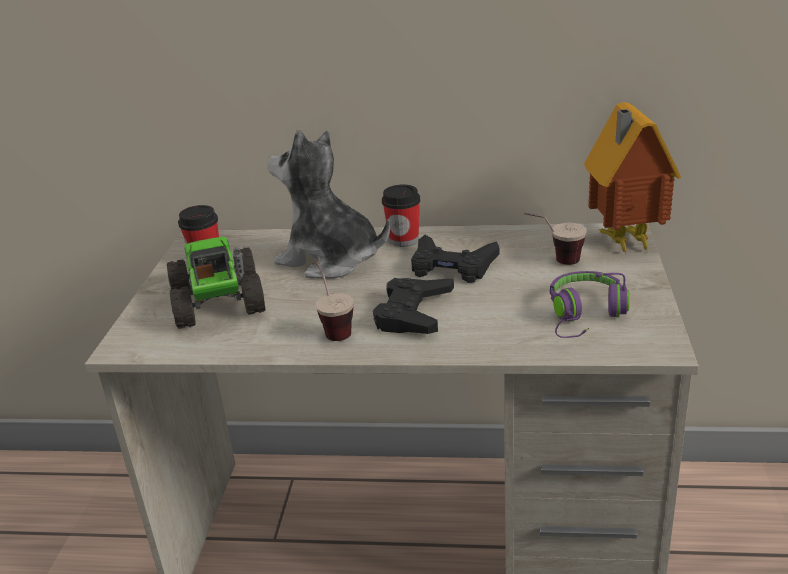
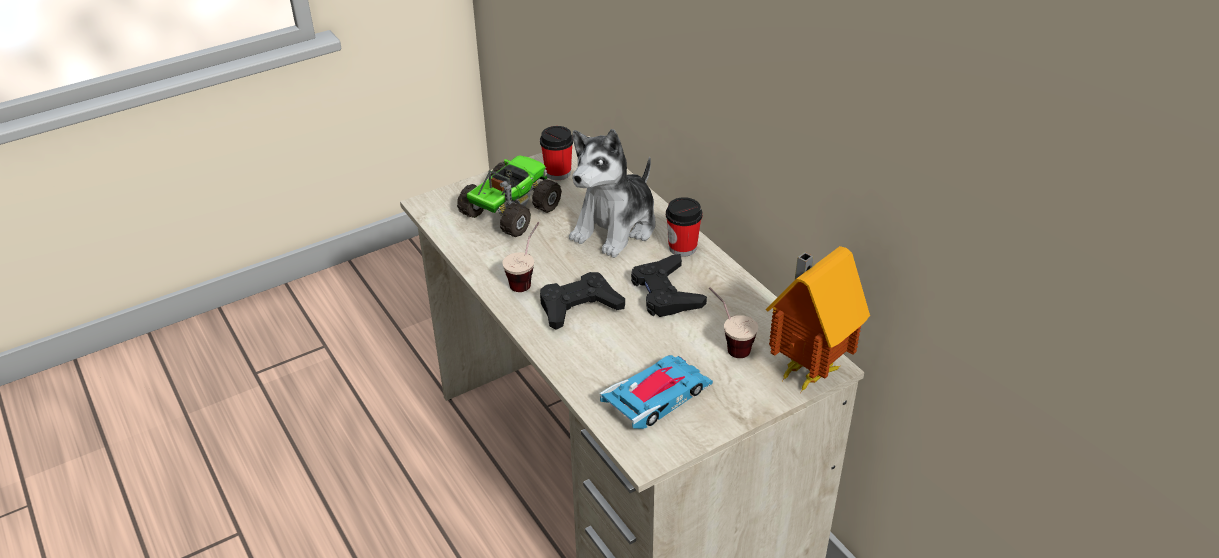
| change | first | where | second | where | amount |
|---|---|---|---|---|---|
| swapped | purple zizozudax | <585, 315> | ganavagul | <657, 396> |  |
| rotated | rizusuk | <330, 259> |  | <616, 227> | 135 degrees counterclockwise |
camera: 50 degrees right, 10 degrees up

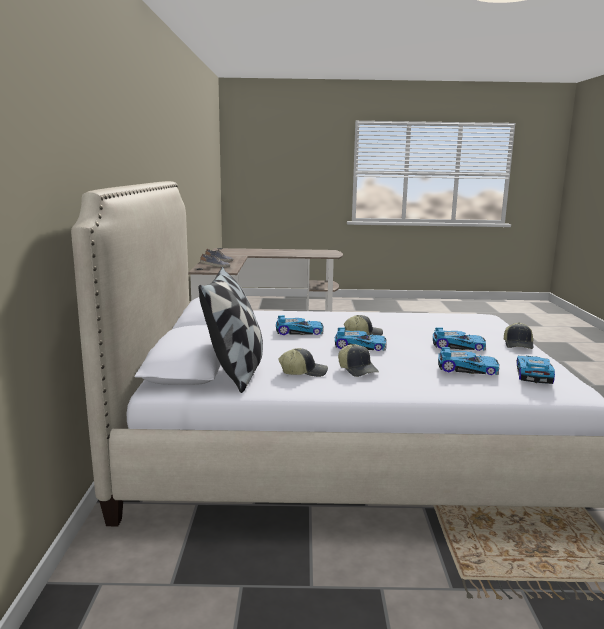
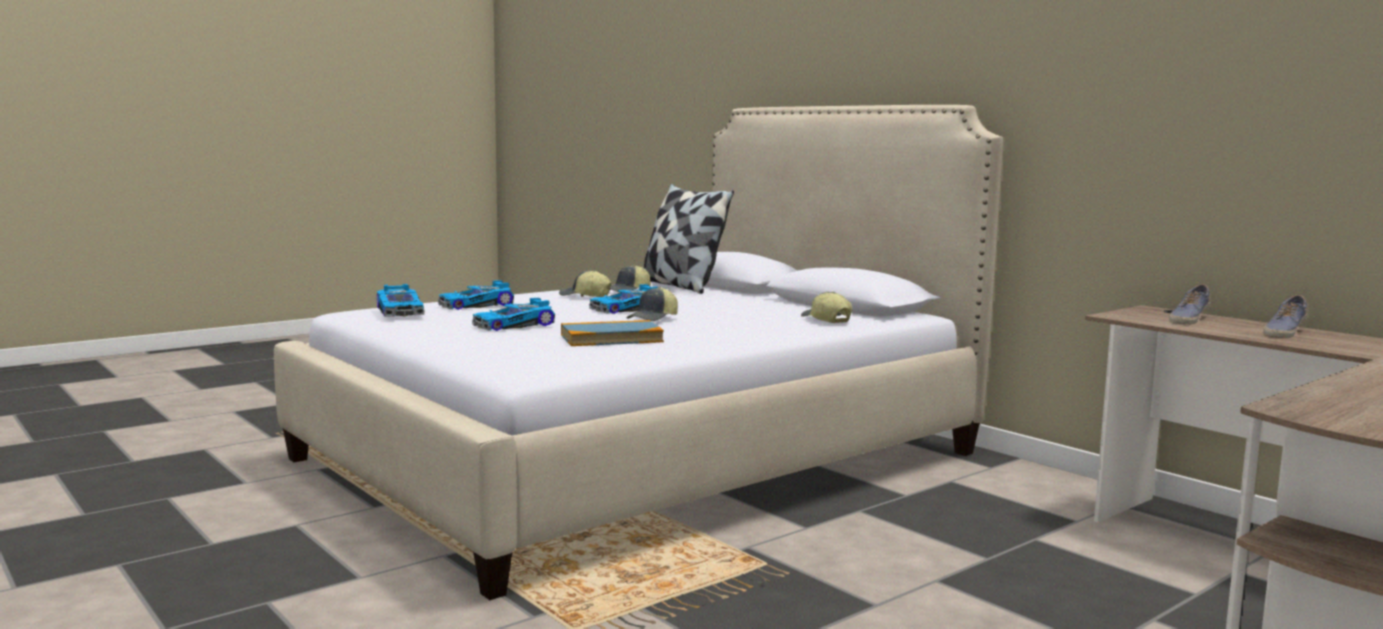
| change | first | where | second | where | amount |
|---|---|---|---|---|---|
| gone | ganavagul | <299, 331> |  |  |  |
| new |  |  | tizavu | <611, 338> |  |
| shifted | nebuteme | <518, 345> |  | <825, 320> |  |
camera: 140 degrees right, 5 degrees down

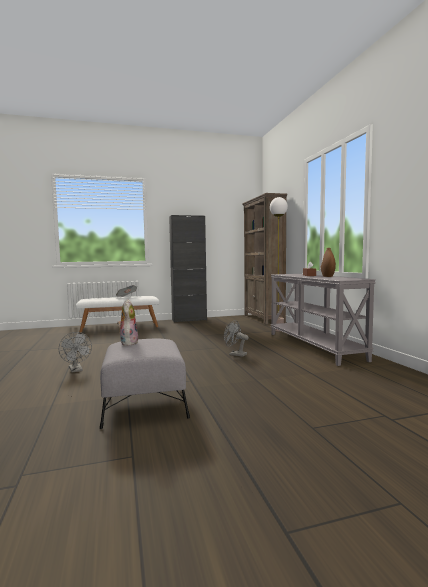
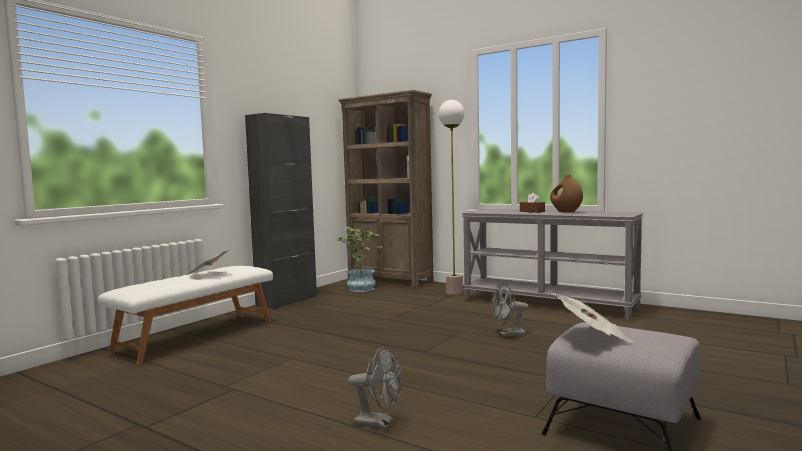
| change | first | where | second | where | amount |
|---|---|---|---|---|---|
| new |  |  | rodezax | <359, 288> |  |
| swapped | rizusuk | <128, 343> | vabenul | <593, 337> |  |
camera: 40 degrees left, 0 degrees up

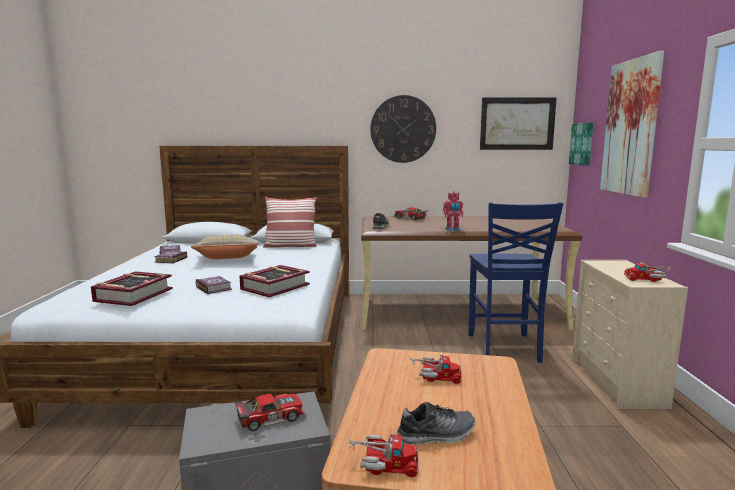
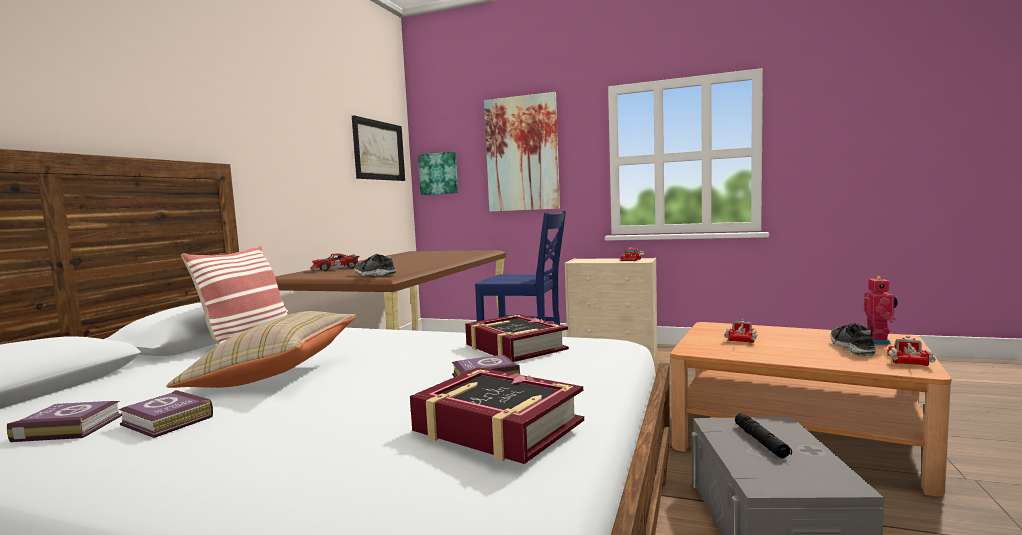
| change | first | where | second | where | amount |
|---|---|---|---|---|---|
| gone | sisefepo | <403, 129> |  |  |  |
| shifted | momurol | <452, 230> |  | <878, 341> |  |
| swapped | ganavagul | <270, 417> | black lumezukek | <761, 441> |  |
camera: 70 degrees left, 5 degrees down

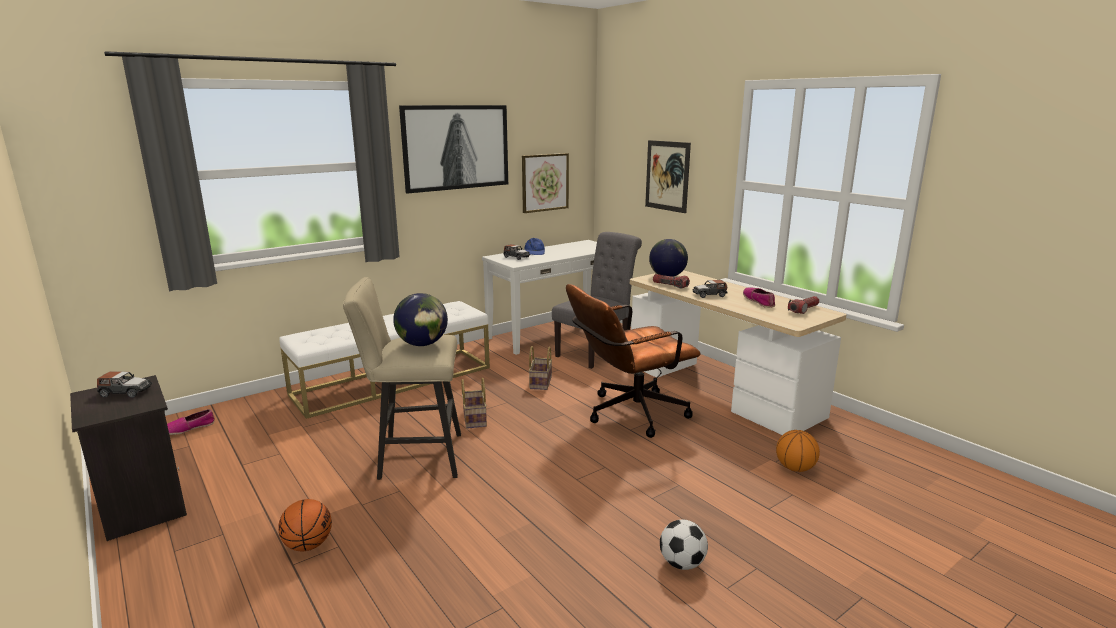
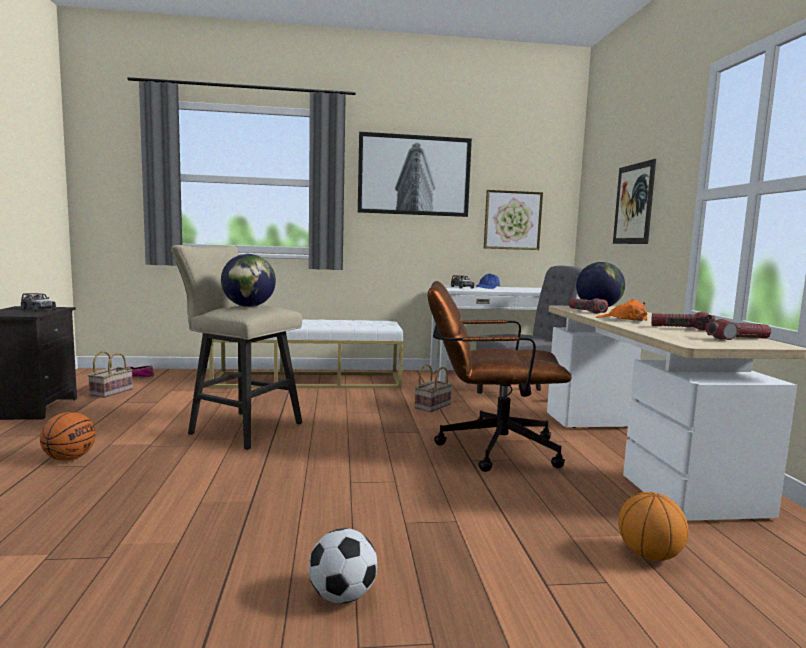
| change | first | where | second | where | amount |
|---|---|---|---|---|---|
| shifted | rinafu | <473, 418> |  | <111, 392> |  |
| swapped | ganavagul | <709, 295> | orange nebuteme | <621, 319> |  |
| swapped | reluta | <759, 301> | lumezukek | <681, 328> |  |
camera: 30 degrees right, 10 degrees down

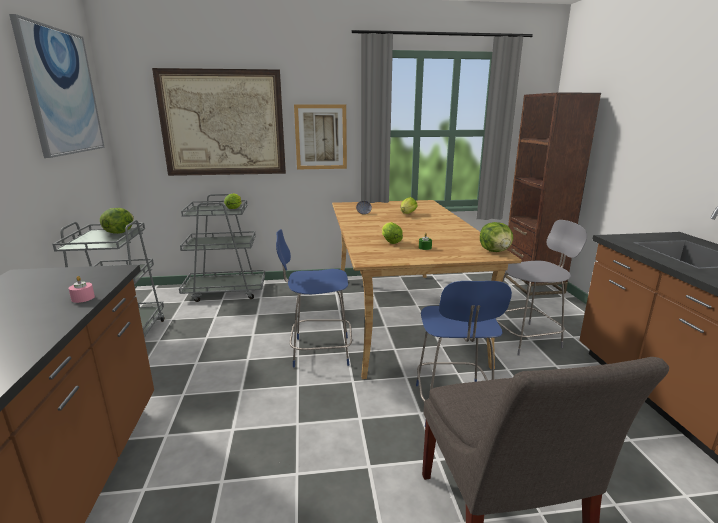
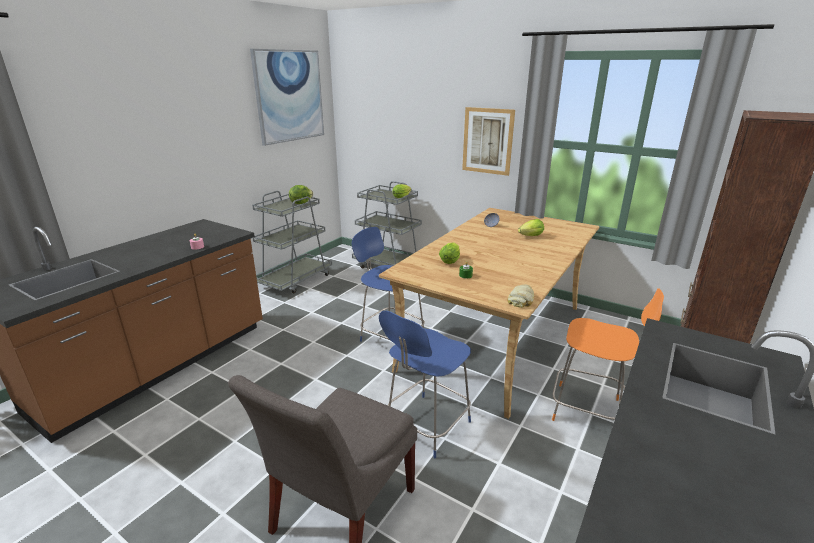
| change | first | where | second | where | amount |
|---|---|---|---|---|---|
| gone | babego | <223, 123> |  |  |  |
| swapped | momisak | <495, 251> | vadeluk | <521, 299> |  |
| repainted | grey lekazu | <526, 338> | orange lekazu | <589, 410> |  |
camera: 40 degrees right, 5 degrees up

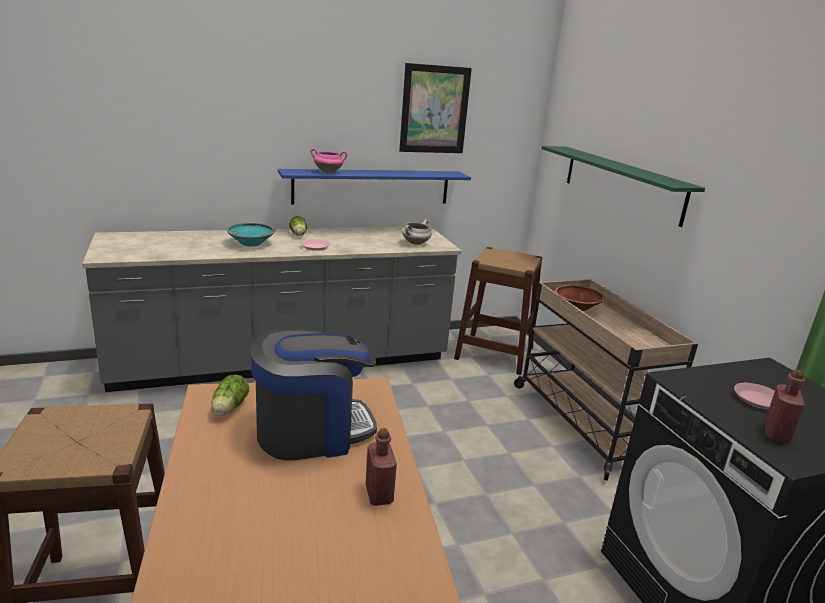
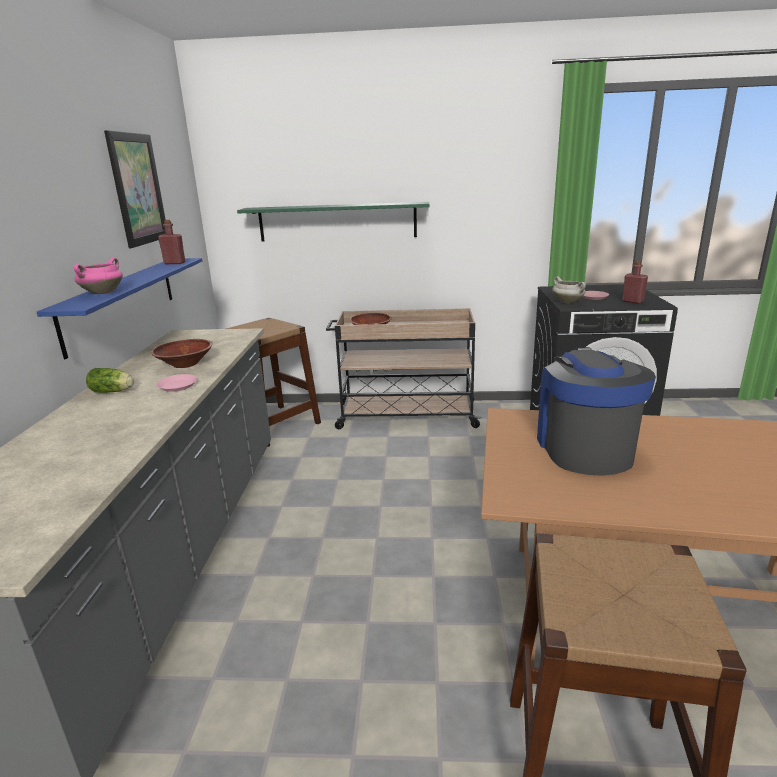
| change | first | where | second | where | amount |
|---|---|---|---|---|---|
| gone | momisak | <228, 409> |  |  |  |
| gone | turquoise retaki | <251, 243> |  |  |  |
| new |  |  | brown retaki | <185, 364> |  |
| shifted | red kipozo | <379, 494> |  | <174, 263> |  |
| shifted | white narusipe | <415, 243> |  | <568, 302> |  |
camera: 65 degrees left, 0 degrees up

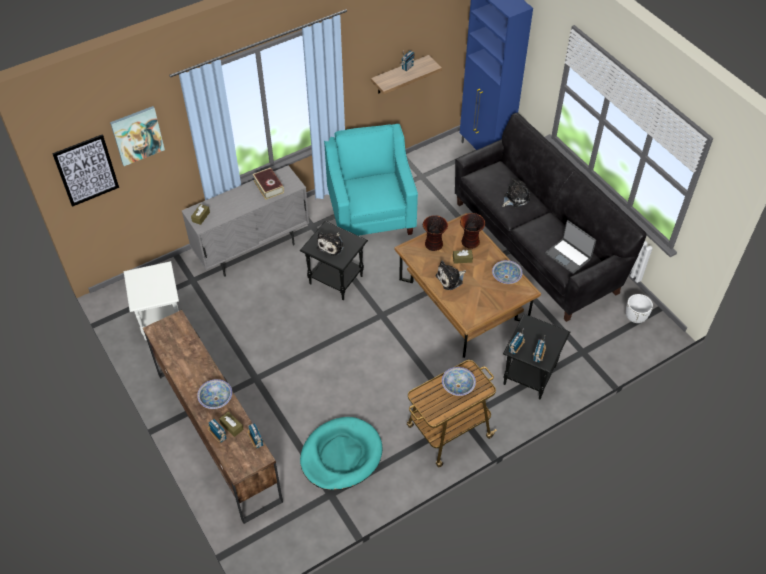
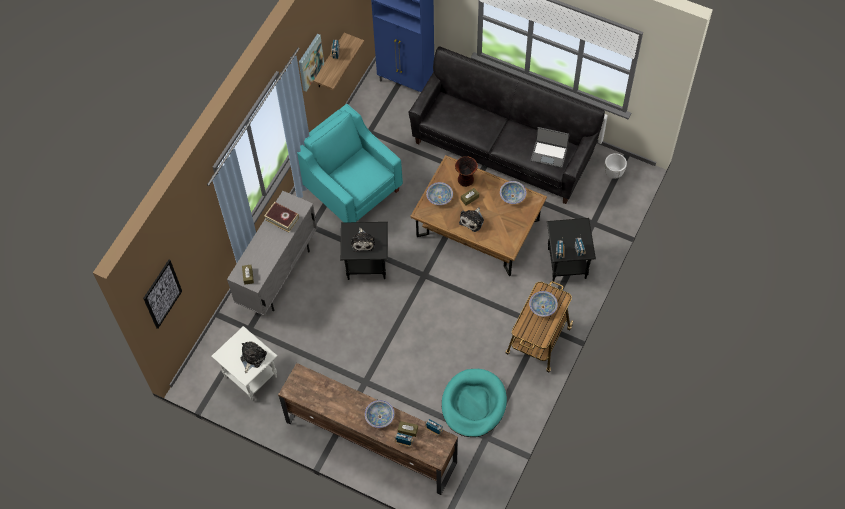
| change | first | where | second | where | amount |
|---|---|---|---|---|---|
| shifted | babego | <137, 135> |  | <310, 62> |  |
| shifted | rizusuk | <515, 198> |  | <252, 357> |  |
| swapped | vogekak | <434, 244> | retaki | <439, 197> |  |
camera: 30 degrees left, 10 degrees up

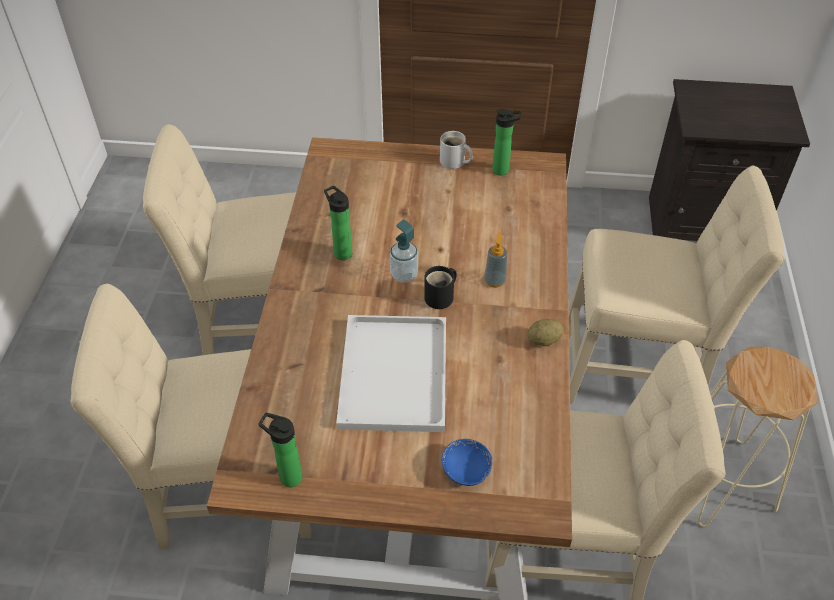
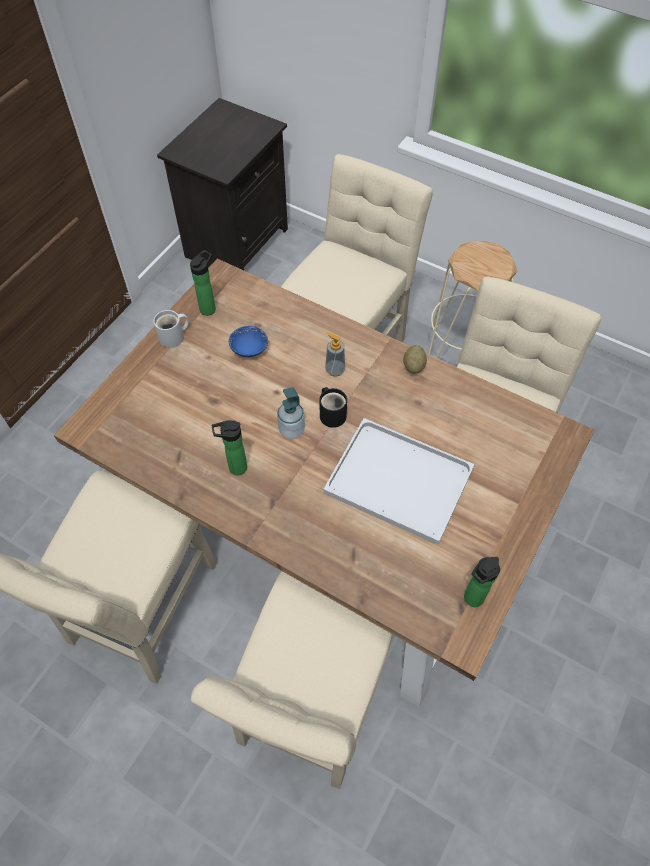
| change | first | where | second | where | amount |
|---|---|---|---|---|---|
| shifted | blue retaki | <466, 470> |  | <249, 349> |  |
camera: 65 degrees left, 10 degrees up

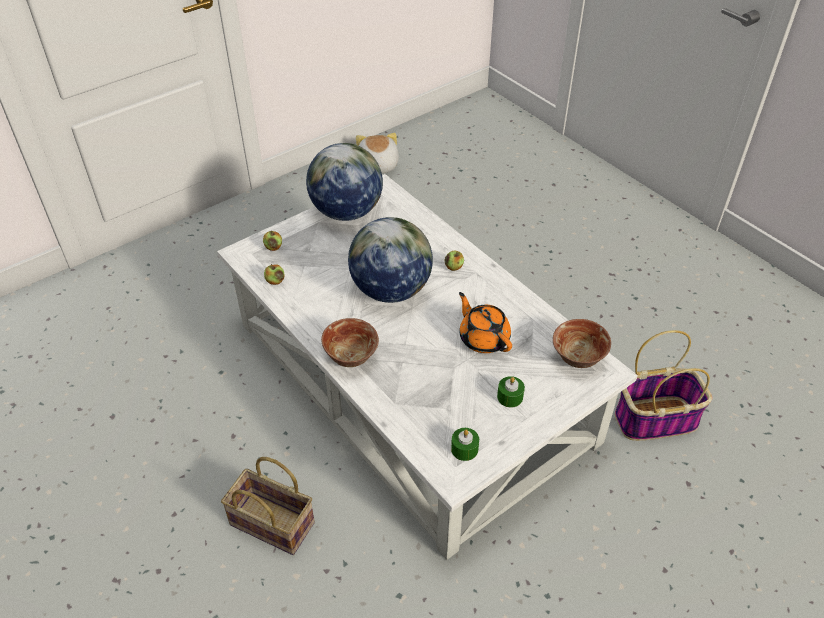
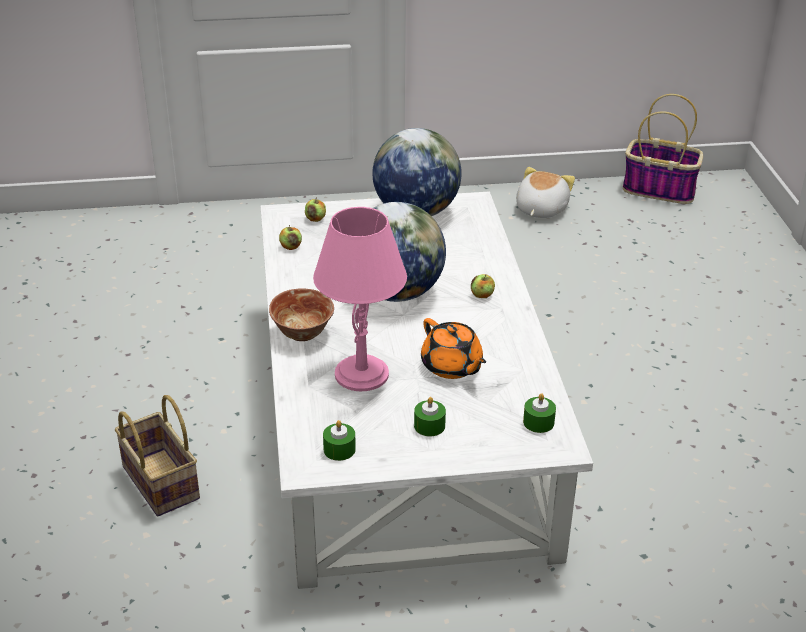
| change | first | where | second | where | amount |
|---|---|---|---|---|---|
| new |  |  | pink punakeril | <361, 373> |  |
| shifted | rinafu | <656, 419> |  | <660, 190> |  |
| swapped | retaki | <578, 359> | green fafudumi | <538, 422> |  |
| rotated | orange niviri | <483, 338> |  | <452, 366> | 150 degrees clockwise |
camera: 30 degrees right, 10 degrees down

